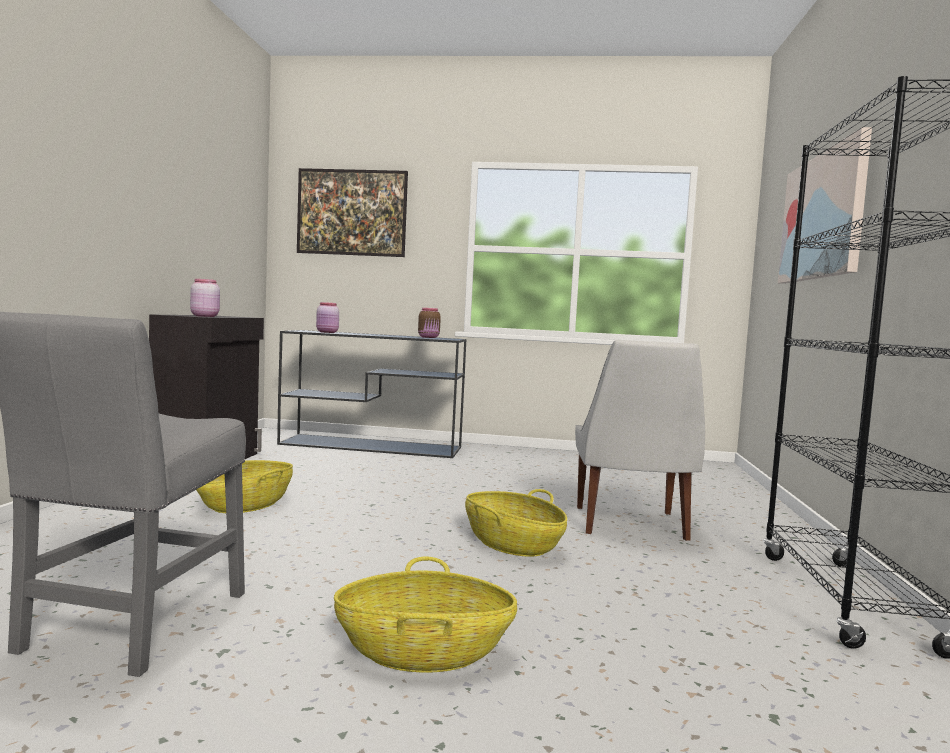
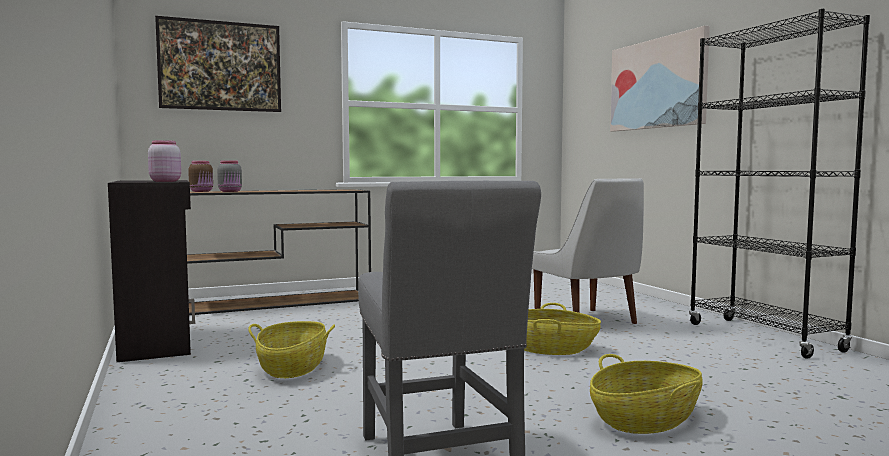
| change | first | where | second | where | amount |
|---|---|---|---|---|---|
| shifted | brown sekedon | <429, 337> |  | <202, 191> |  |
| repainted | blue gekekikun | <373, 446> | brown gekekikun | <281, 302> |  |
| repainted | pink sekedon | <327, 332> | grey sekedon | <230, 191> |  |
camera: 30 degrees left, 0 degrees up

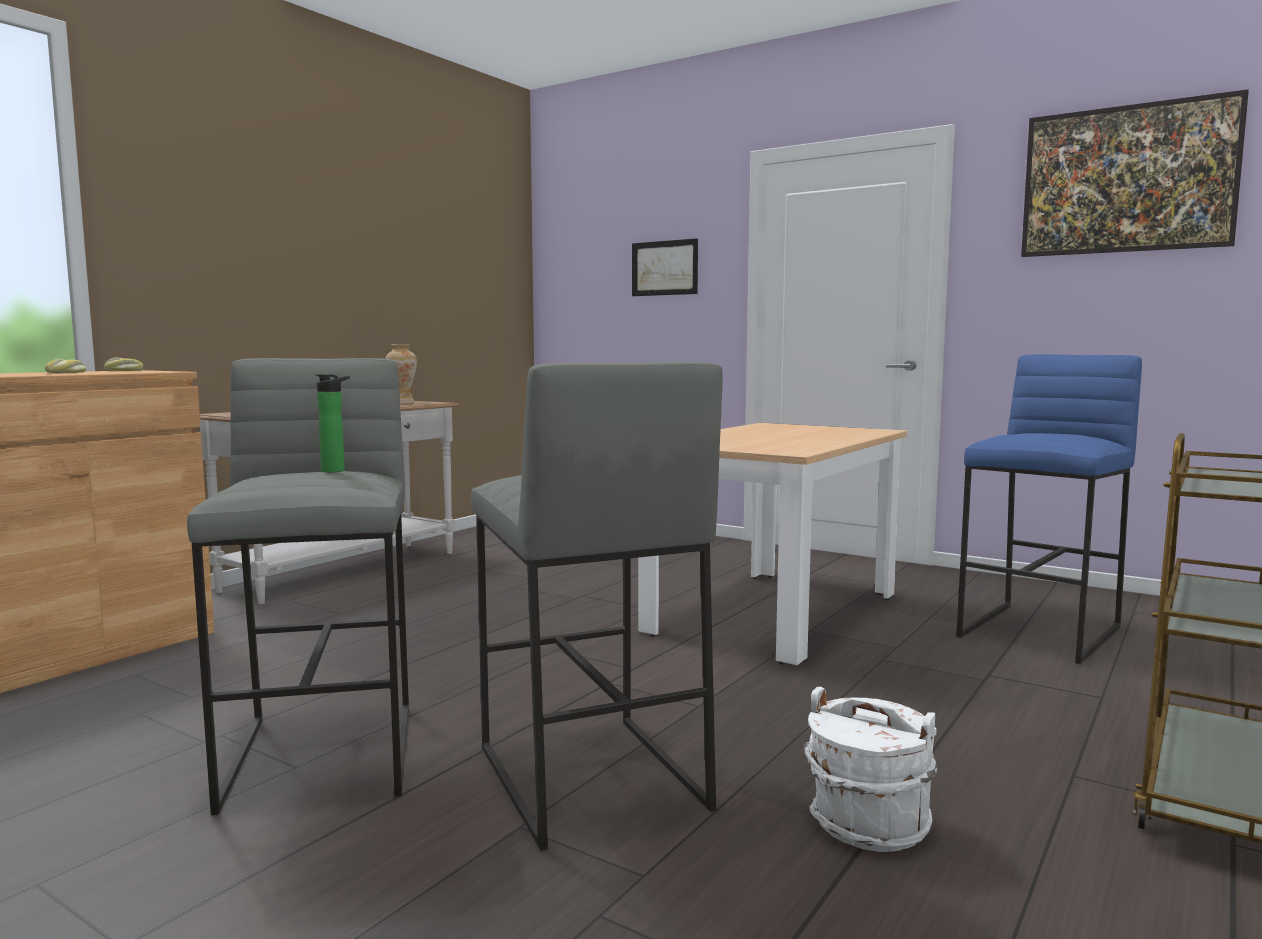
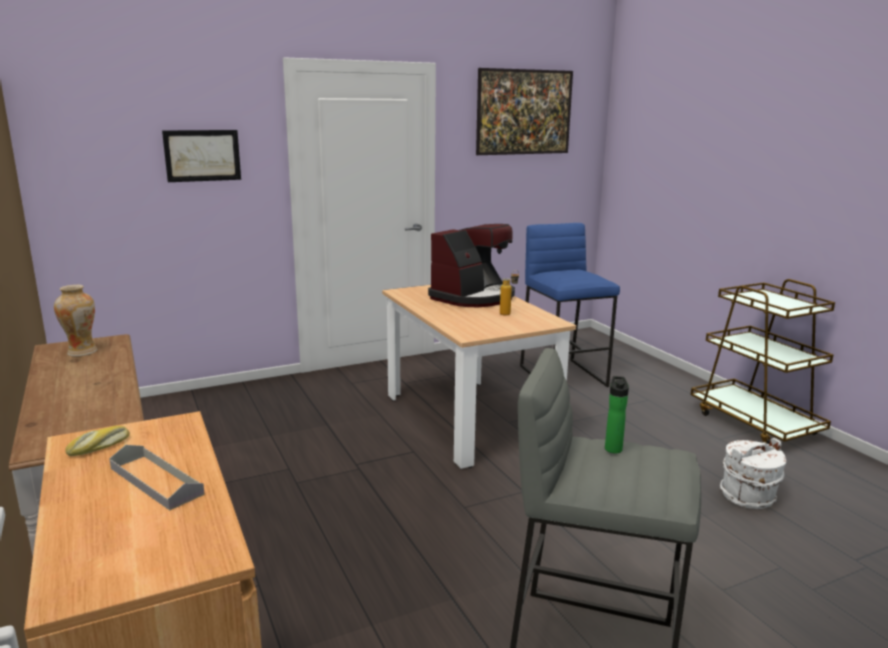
| change | first | where | second | where | amount |
|---|---|---|---|---|---|
| gone | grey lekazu | <587, 777> |  |  |  |
| new |  |  | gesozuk | <473, 297> |  |
| new |  |  | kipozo | <508, 313> |  |
| swapped | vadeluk | <67, 373> | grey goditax | <156, 481> |  |
camera: 60 degrees left, 10 degrees up

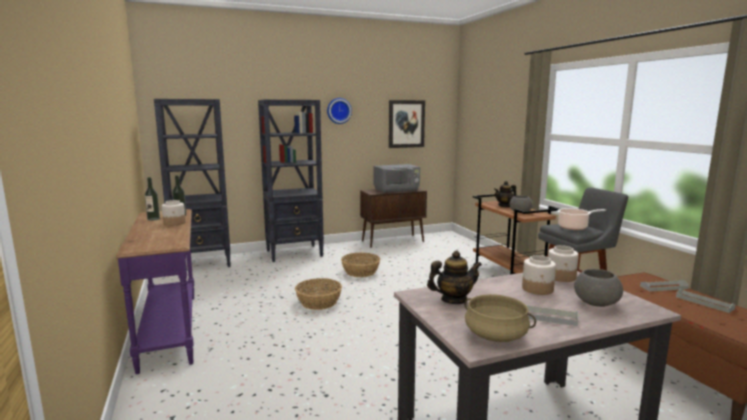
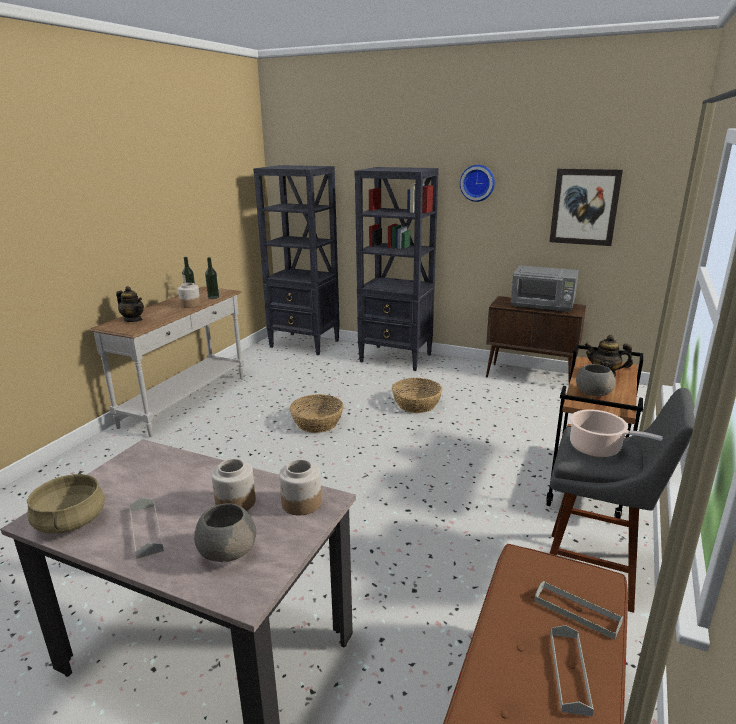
| change | first | where | second | where | amount |
|---|---|---|---|---|---|
| shifted | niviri | <453, 300> |  | <133, 320> |  |
| repainted | purple gekekikun | <171, 329> | white gekekikun | <186, 401> |  |
camera: 45 degrees right, 10 degrees up

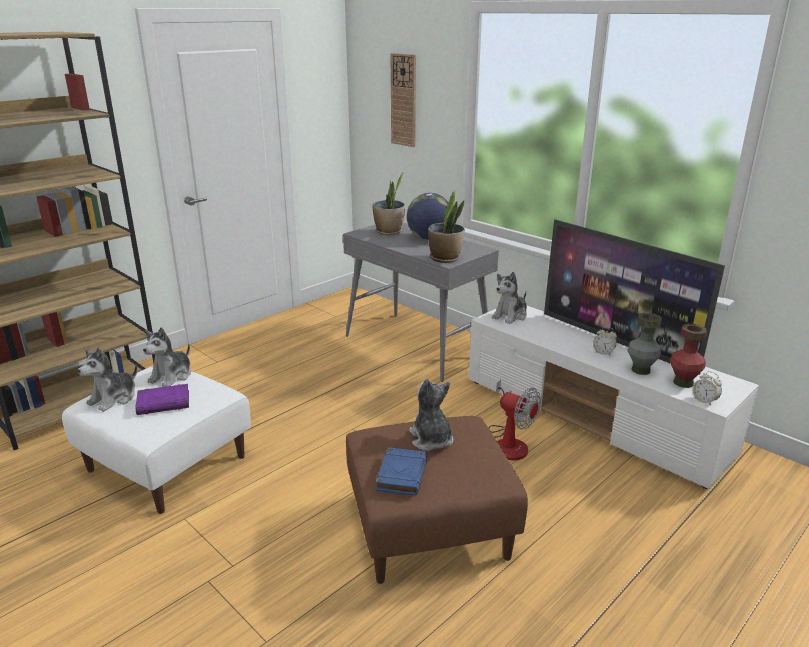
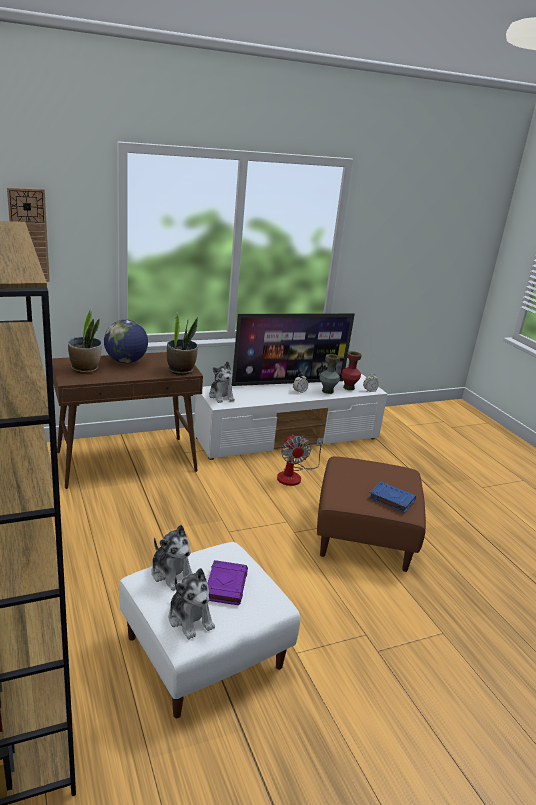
| change | first | where | second | where | amount |
|---|---|---|---|---|---|
| gone | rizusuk | <431, 440> |  |  |  |
| repainted | grey gekekikun | <417, 345> | brown gekekikun | <127, 461> |  |
| rotated | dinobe | <509, 442> |  | <294, 475> | 105 degrees clockwise |
camera: 70 degrees left, 0 degrees up

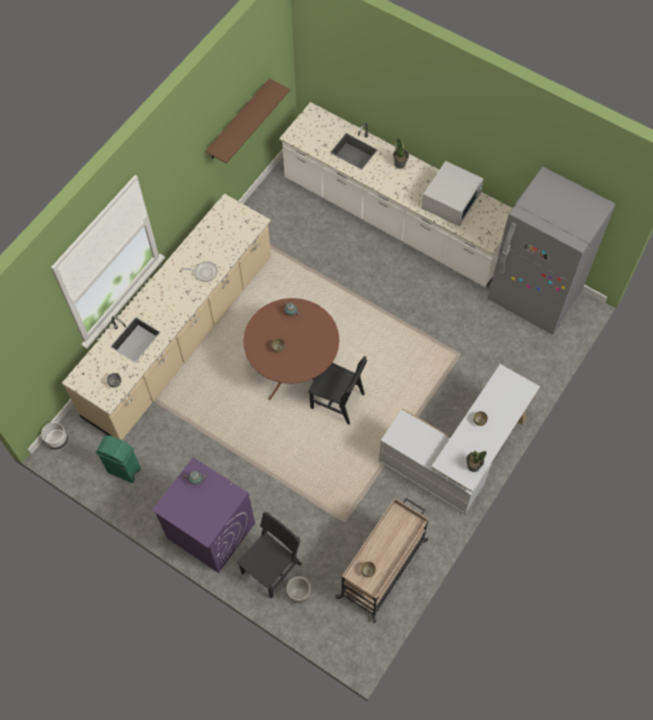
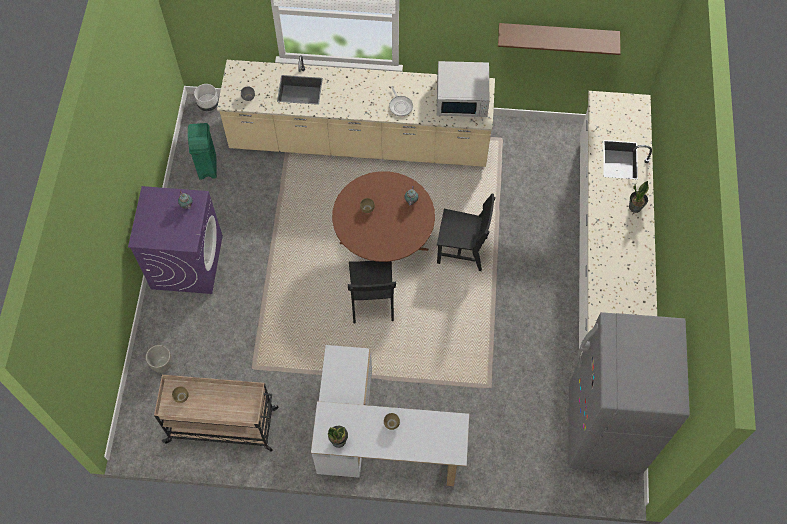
| change | first | where | second | where | amount |
|---|---|---|---|---|---|
| shifted | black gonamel | <271, 568> |  | <462, 250> |  |
| shifted | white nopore | <451, 201> |  | <462, 98> |  |
camera: 60 degrees right, 0 degrees up

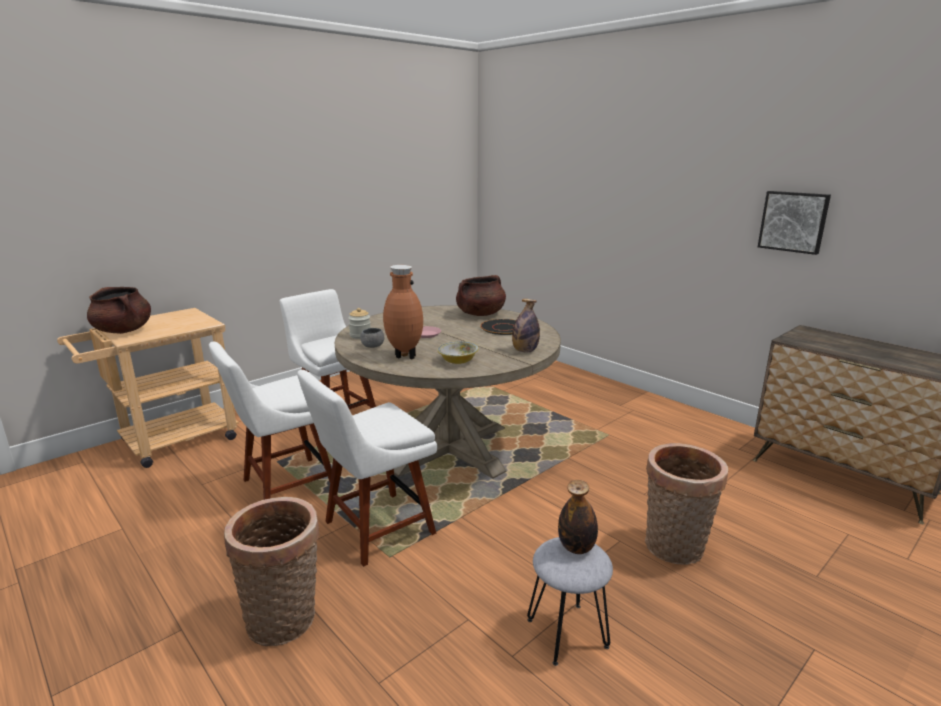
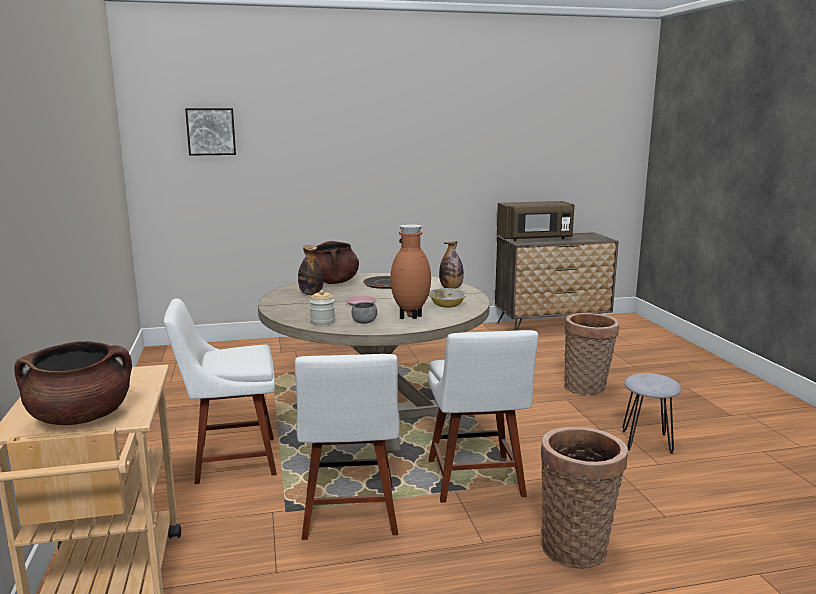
| change | first | where | second | where | amount |
|---|---|---|---|---|---|
| new |  |  | brown nopore | <535, 239> |  |
| shifted | kipozo | <576, 548> |  | <311, 294> |  |
| shifted | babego | <793, 221> |  | <211, 131> |  |
camera: 60 degrees left, 5 degrees down

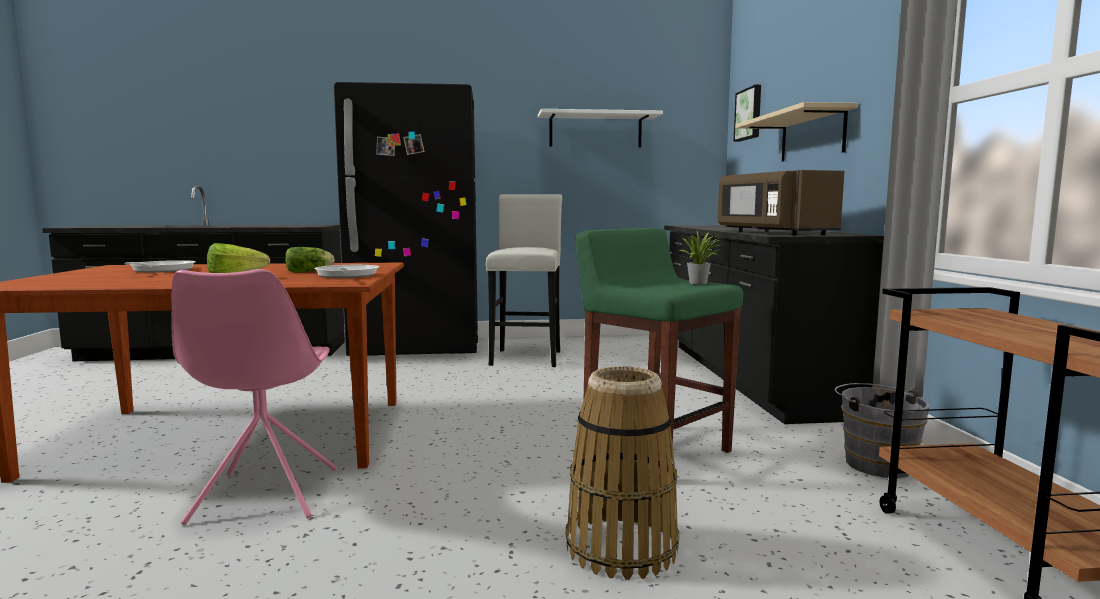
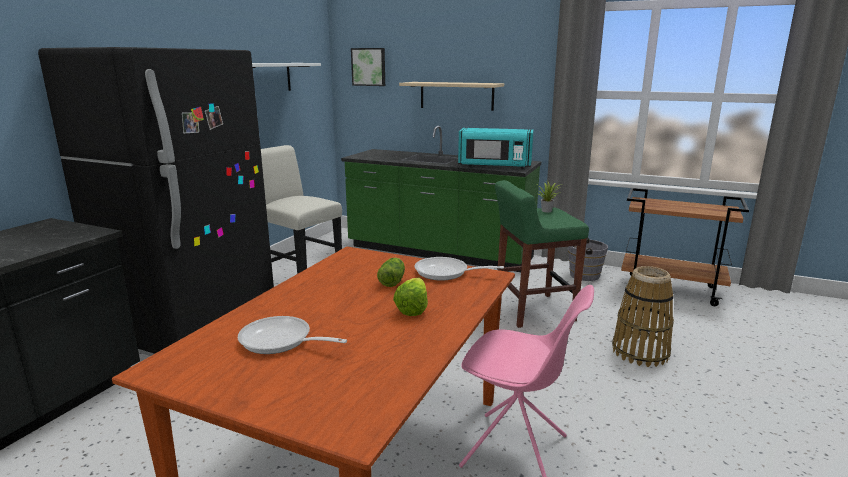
| change | first | where | second | where | amount |
|---|---|---|---|---|---|
| repainted | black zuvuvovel | <745, 376> | green zuvuvovel | <438, 253> |  |
| repainted | brown nopore | <773, 233> | turquoise nopore | <494, 166> |  |
camera: 60 degrees left, 10 degrees up

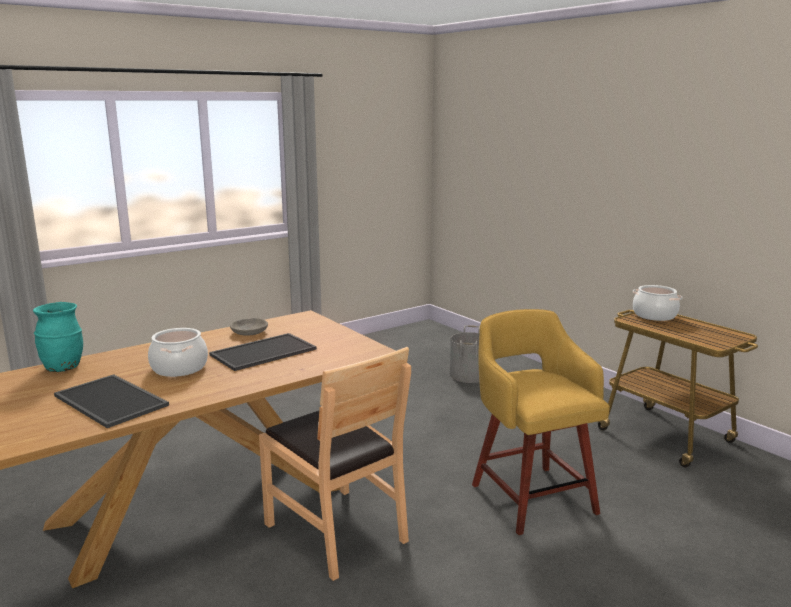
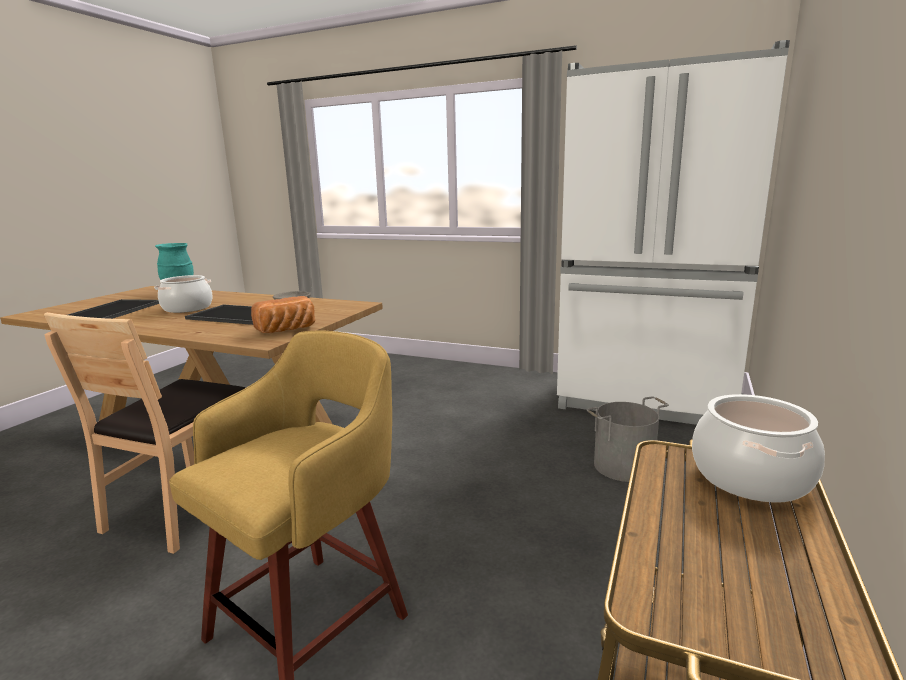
| change | first | where | second | where | amount |
|---|---|---|---|---|---|
| new |  |  | vadeluk | <287, 330> |  |
| new |  |  | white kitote | <645, 402> |  |
camera: 60 degrees right, 0 degrees up

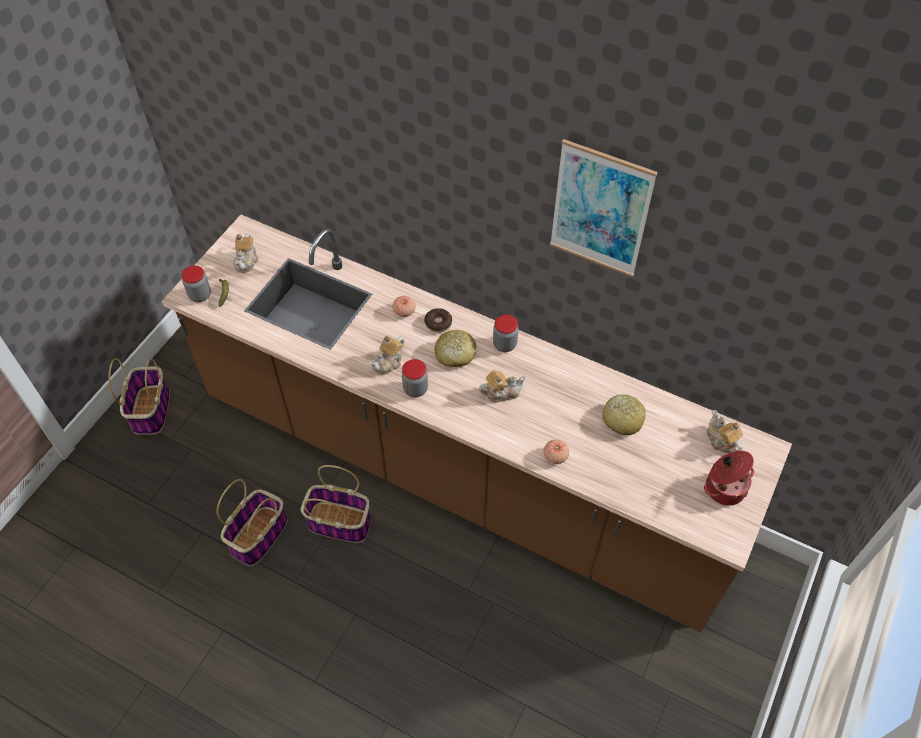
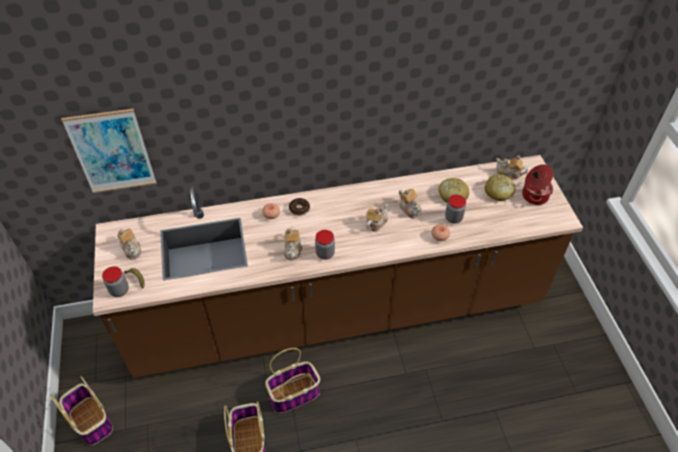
| change | first | where | second | where | amount |
|---|---|---|---|---|---|
| new |  |  | niviri | <410, 209> |  |
| shifted | vadeluk | <455, 354> |  | <498, 192> |  |
| shifted | sekedon | <504, 344> |  | <453, 218> |  |
| shifted | babego | <600, 210> |  | <112, 152> |  |
camera: 40 degrees left, 5 degrees down

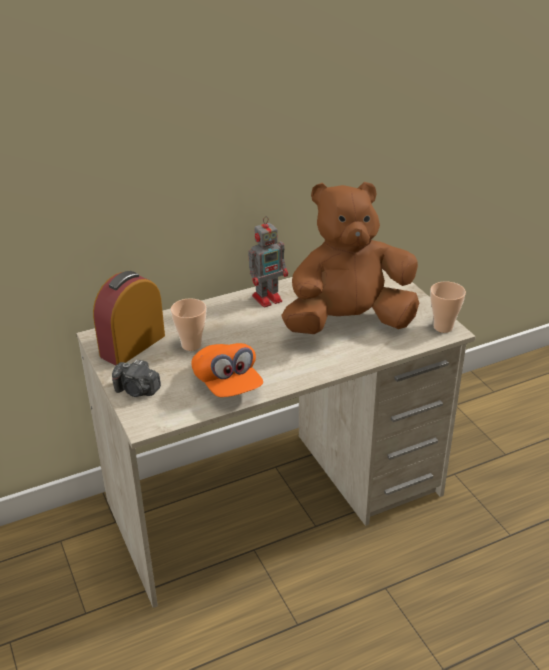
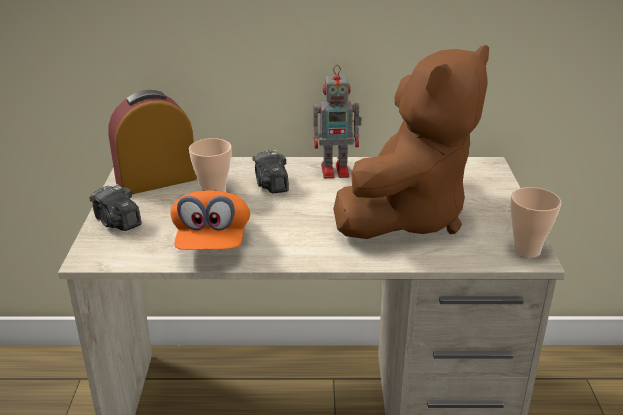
| change | first | where | second | where | amount |
|---|---|---|---|---|---|
| new |  |  | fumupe | <271, 185> |  |
| rotated | brown rizusuk | <348, 323> |  | <407, 216> | 120 degrees clockwise |
camera: 25 degrees right, 5 degrees down

